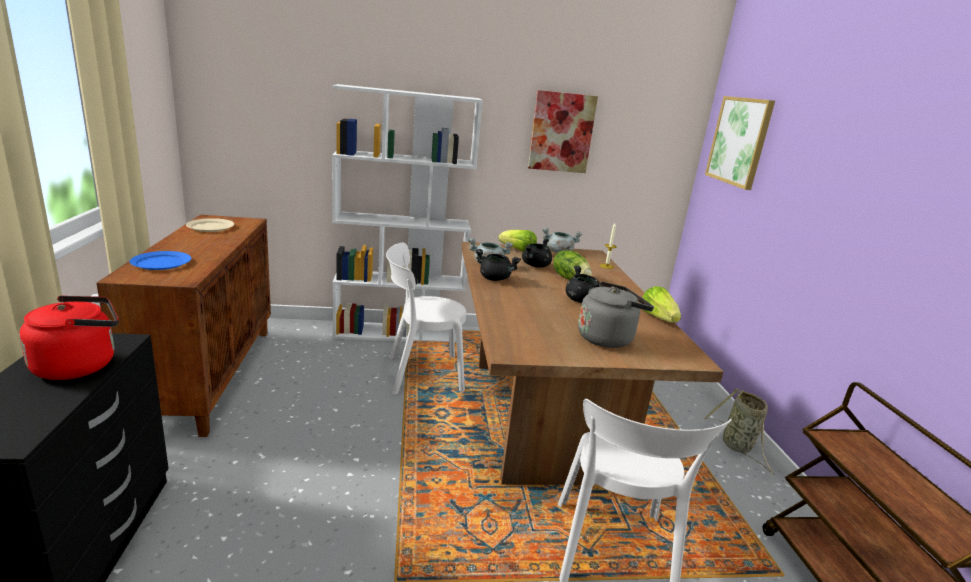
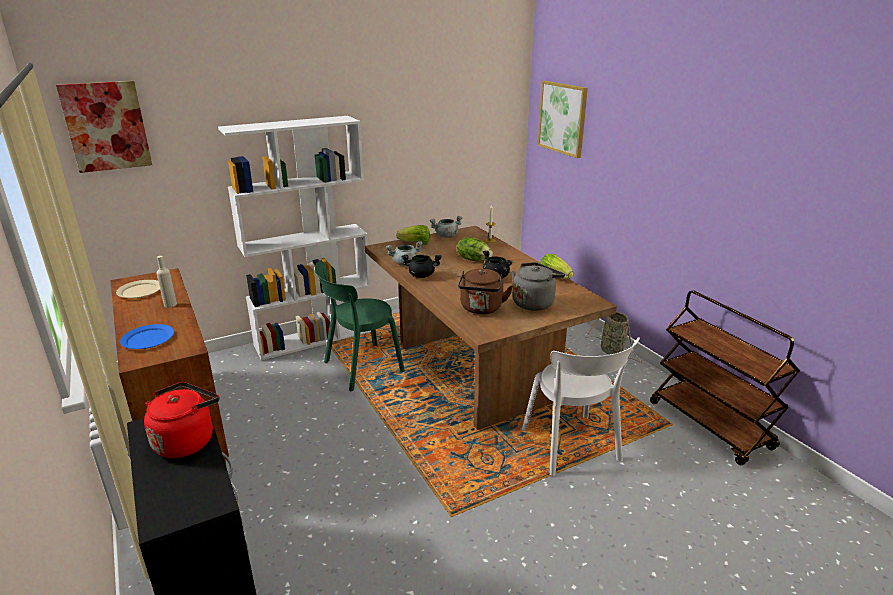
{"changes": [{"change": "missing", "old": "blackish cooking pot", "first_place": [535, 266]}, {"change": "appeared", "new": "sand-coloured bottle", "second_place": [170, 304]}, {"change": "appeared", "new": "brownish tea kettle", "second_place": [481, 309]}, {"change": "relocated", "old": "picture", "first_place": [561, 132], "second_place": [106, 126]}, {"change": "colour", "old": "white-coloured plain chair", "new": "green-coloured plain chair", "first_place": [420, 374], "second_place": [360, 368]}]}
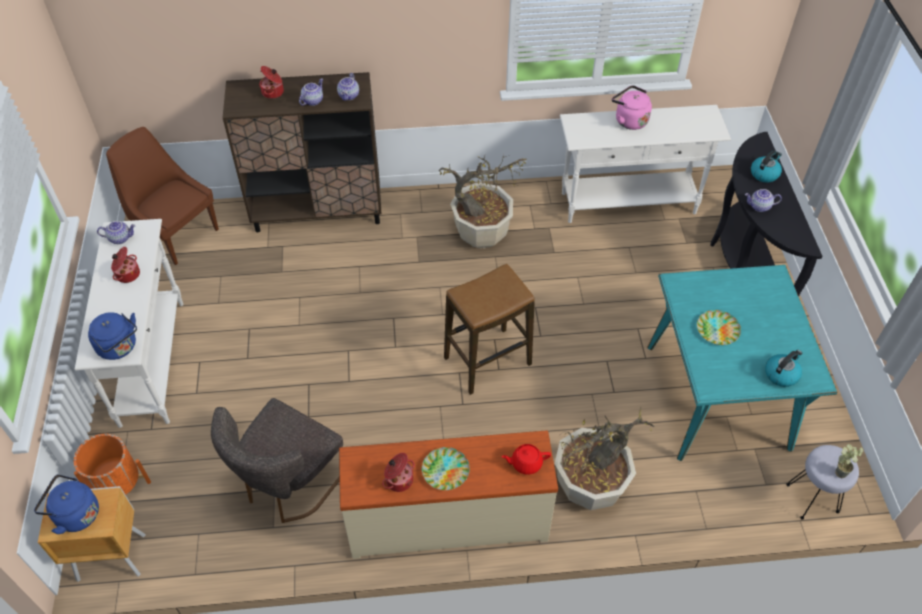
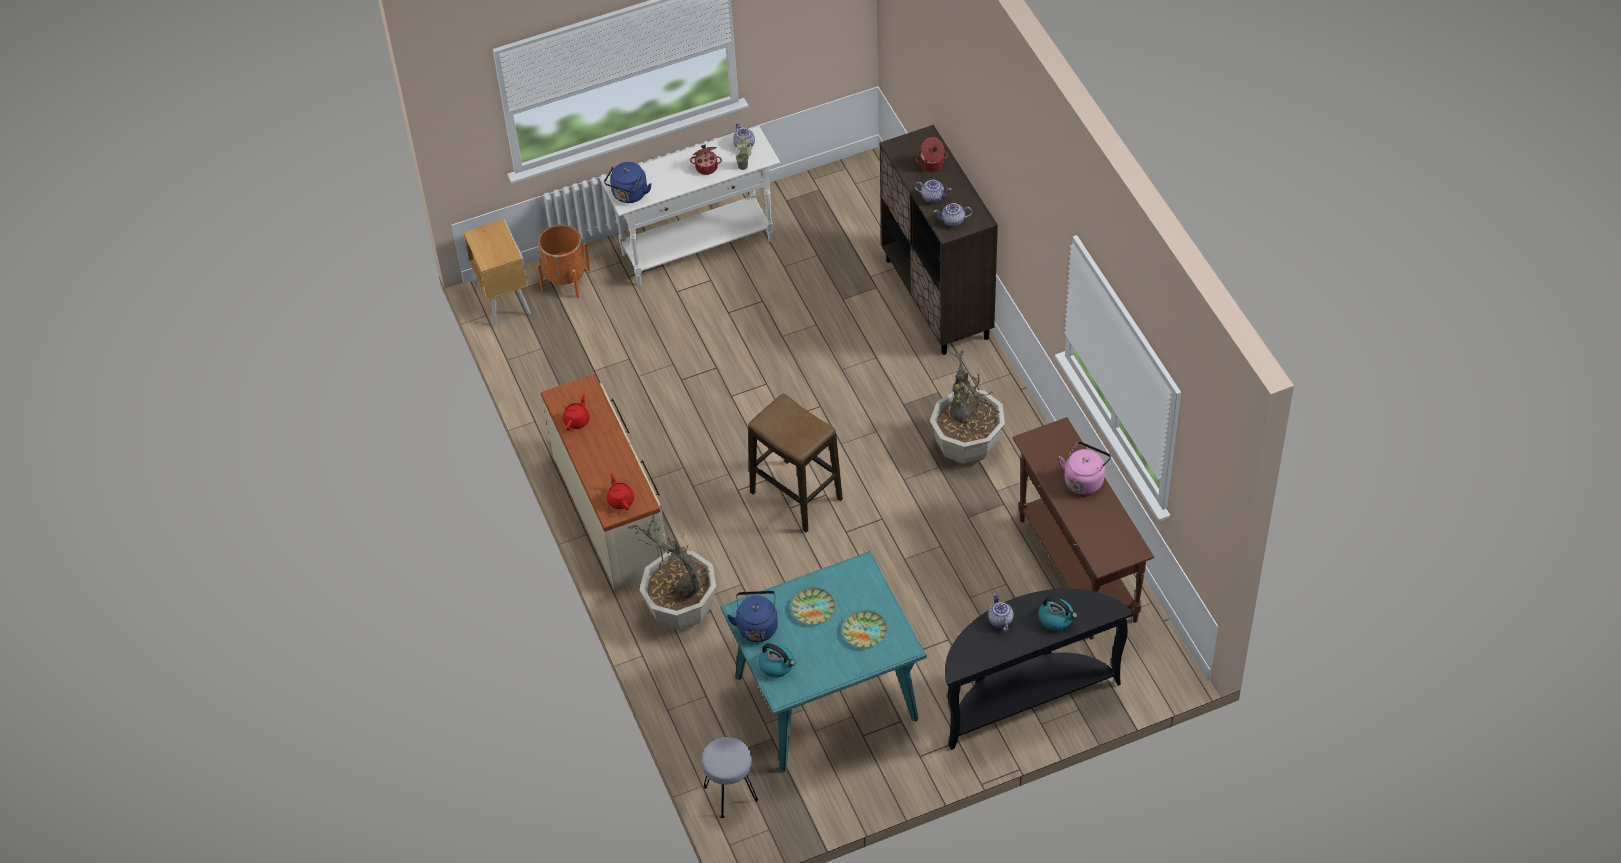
{"changes": [{"change": "missing", "old": "brownish plain chair", "first_place": [177, 234]}, {"change": "missing", "old": "gray plain chair", "first_place": [288, 485]}, {"change": "relocated", "old": "bluish tea kettle", "first_place": [75, 514], "second_place": [757, 626]}, {"change": "relocated", "old": "plate", "first_place": [445, 470], "second_place": [864, 631]}, {"change": "relocated", "old": "houseplant", "first_place": [841, 470], "second_place": [746, 167]}, {"change": "exchanged", "old": "cooking pot", "new": "red teapot", "first_place": [398, 479], "second_place": [577, 420]}, {"change": "colour", "old": "white-coloured console table", "new": "brownish console table", "first_place": [629, 203], "second_place": [1077, 571]}]}
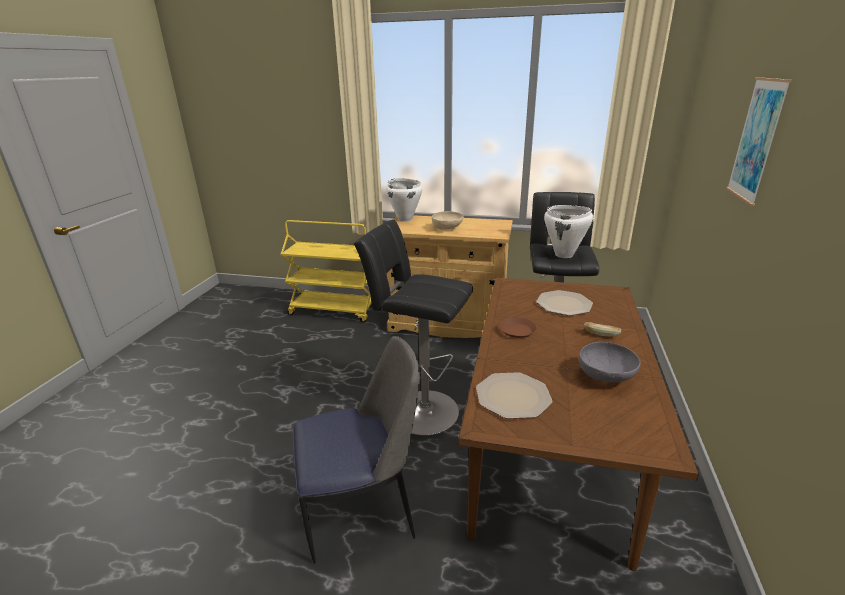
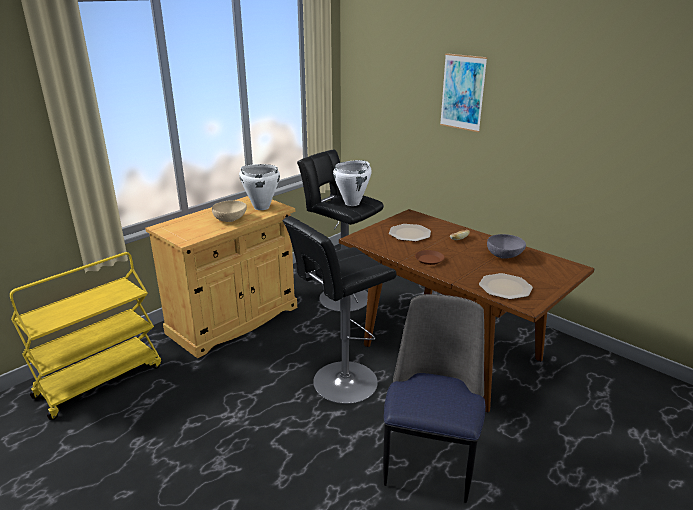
{"changes": [{"change": "relocated", "old": "white-coloured cooking pot", "first_place": [405, 219], "second_place": [261, 207]}]}
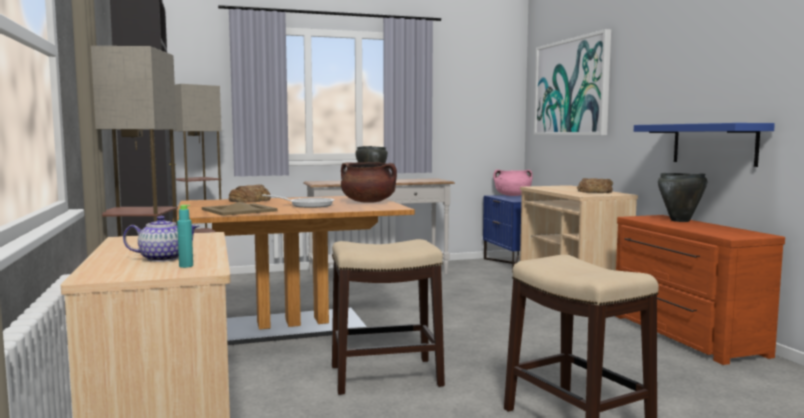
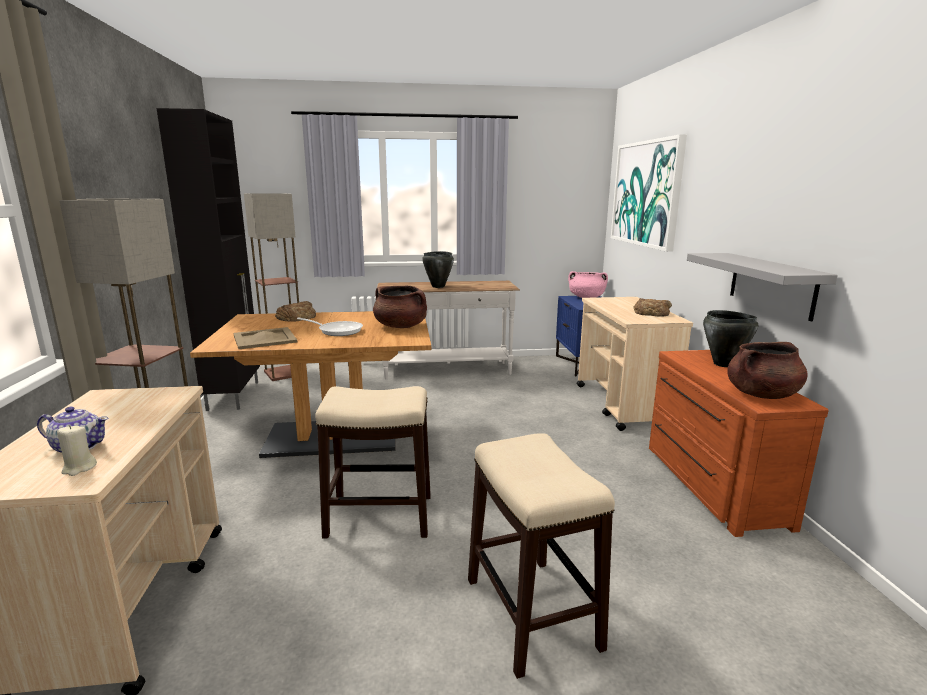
{"changes": [{"change": "appeared", "new": "brownish cooking pot", "second_place": [761, 394]}, {"change": "exchanged", "old": "turquoise bottle", "new": "sand-coloured wax candle", "first_place": [186, 266], "second_place": [79, 468]}, {"change": "colour", "old": "bluish wall shelf", "new": "gray wall shelf", "first_place": [714, 144], "second_place": [771, 284]}]}
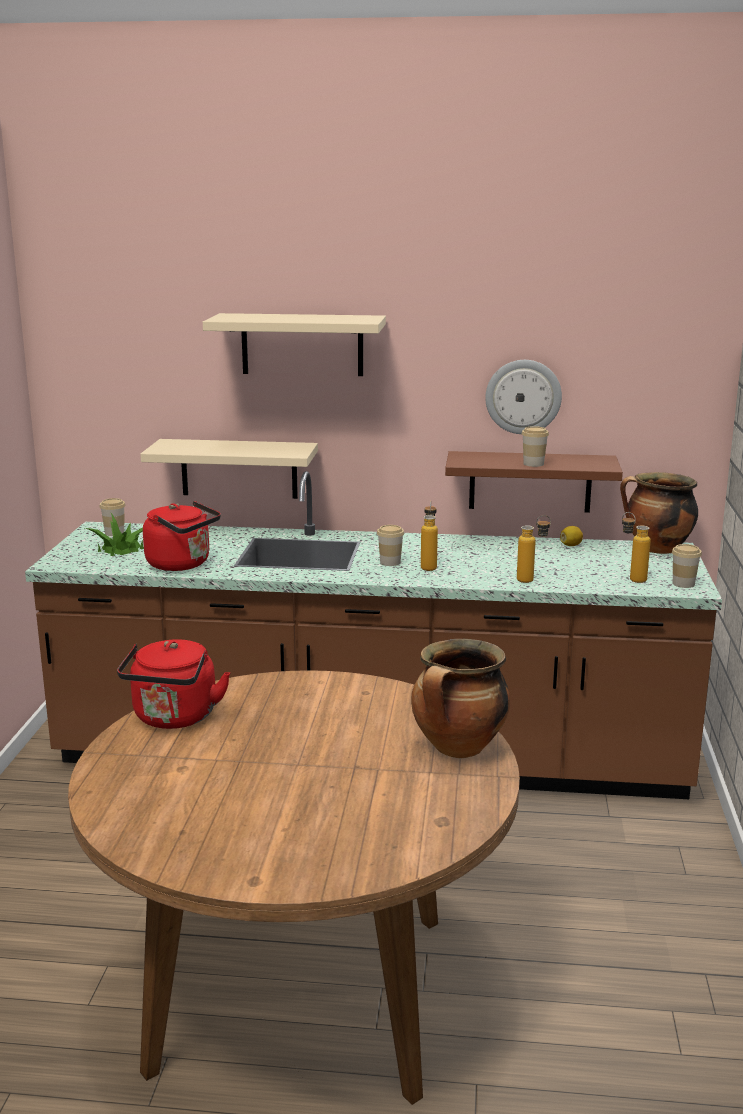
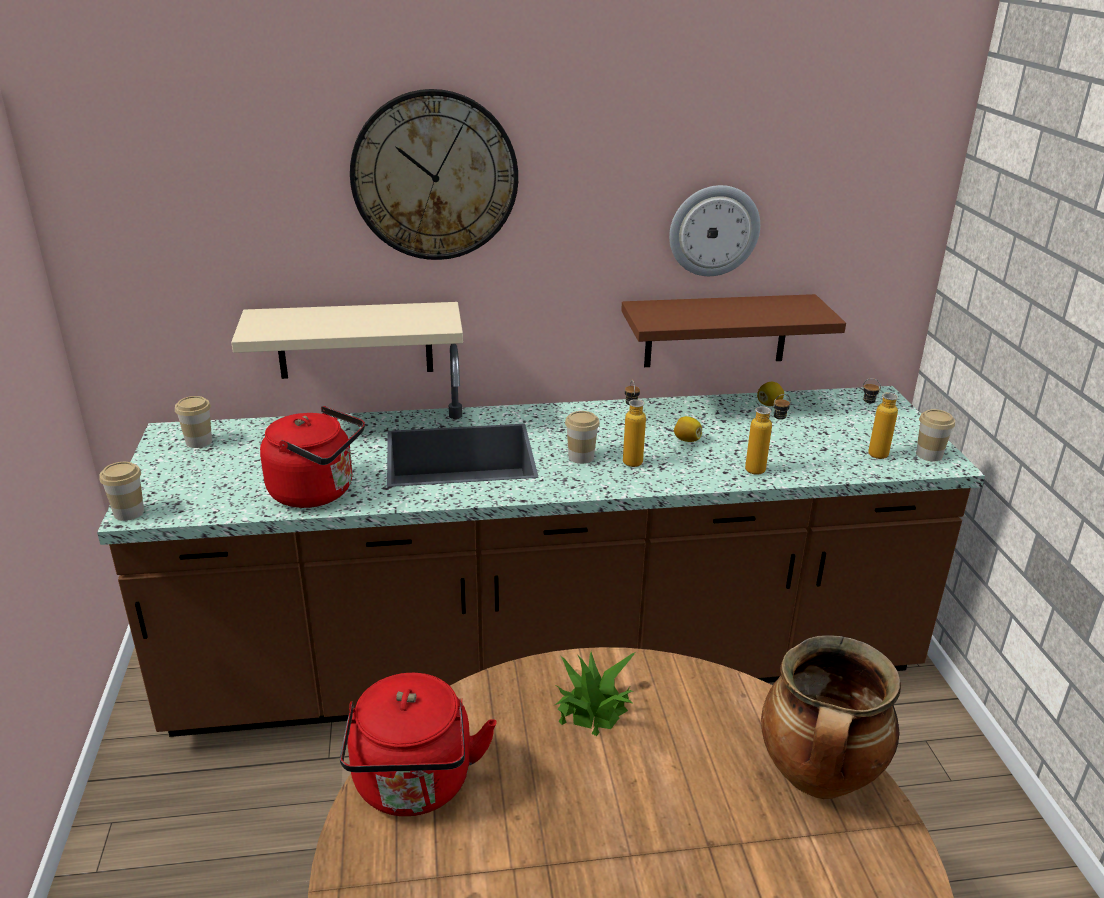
{"changes": [{"change": "missing", "old": "cooking pot", "first_place": [656, 549]}, {"change": "appeared", "new": "citrus fruit", "second_place": [687, 440]}, {"change": "relocated", "old": "houseplant", "first_place": [120, 549], "second_place": [592, 707]}, {"change": "relocated", "old": "drinking cup", "first_place": [533, 464], "second_place": [129, 512]}, {"change": "exchanged", "old": "sand-coloured wall shelf", "new": "hanging clock", "first_place": [302, 344], "second_place": [434, 176]}]}
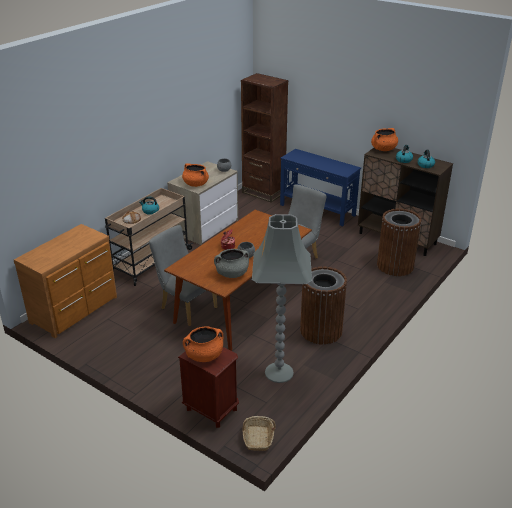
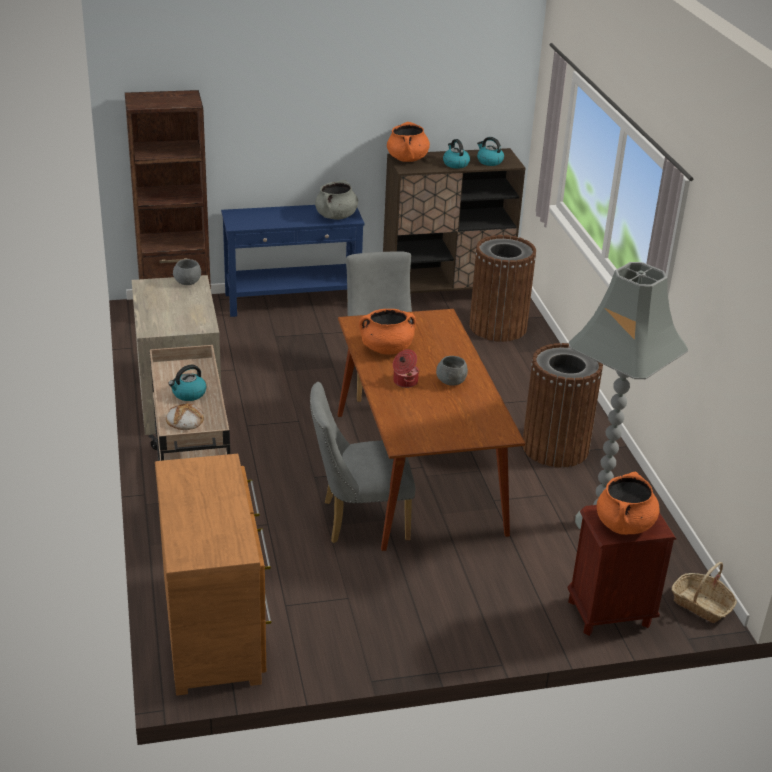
{"changes": [{"change": "relocated", "old": "orangey cooking pot", "first_place": [195, 184], "second_place": [386, 349]}, {"change": "relocated", "old": "gray cooking pot", "first_place": [232, 274], "second_place": [336, 216]}]}
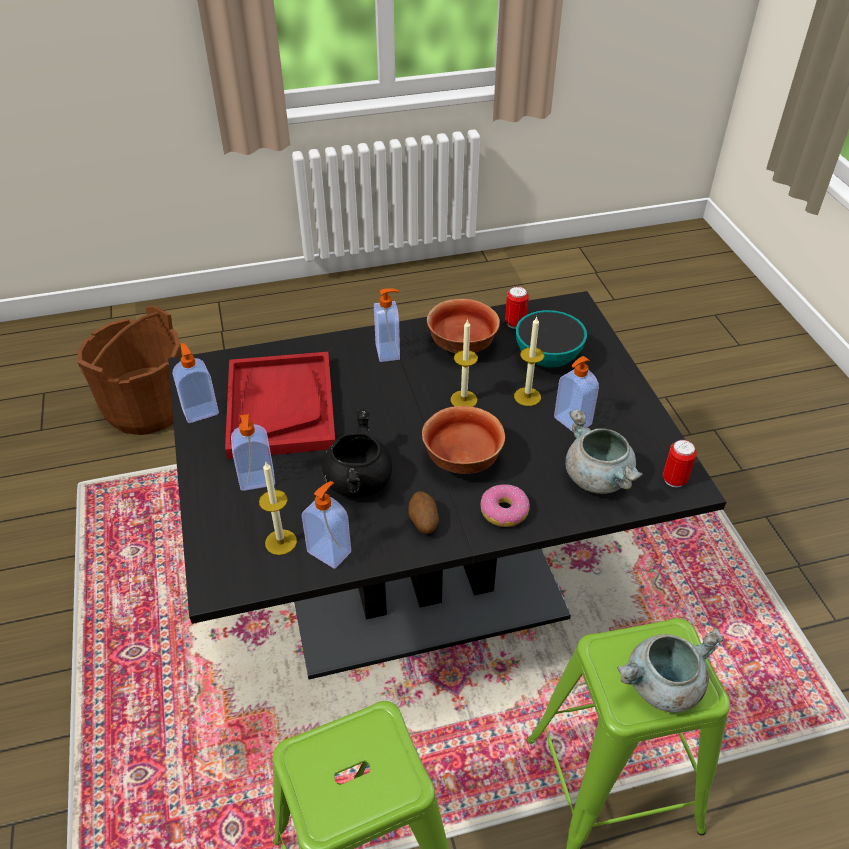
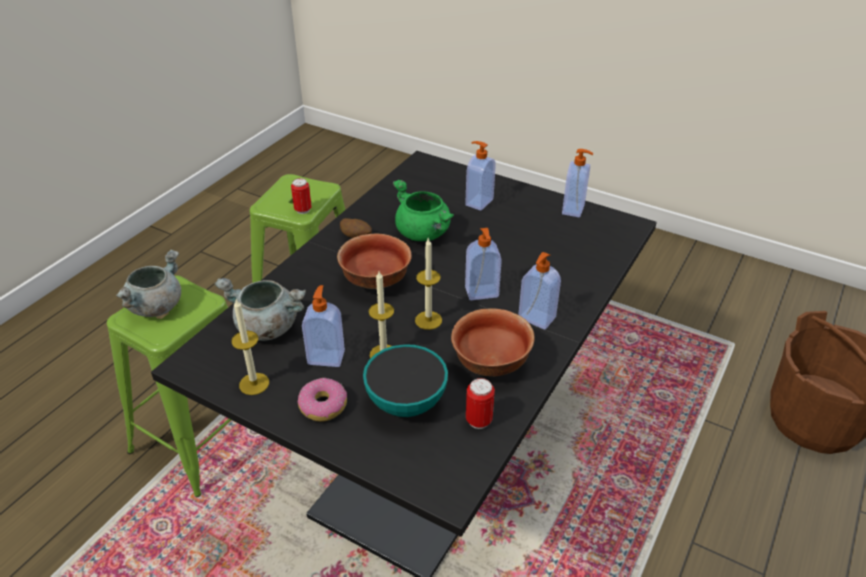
{"changes": [{"change": "missing", "old": "red carrying tray", "first_place": [280, 407]}, {"change": "relocated", "old": "wax candle", "first_place": [281, 542], "second_place": [254, 384]}, {"change": "relocated", "old": "liquid soap bottle", "first_place": [330, 551], "second_place": [482, 293]}, {"change": "relocated", "old": "ring doughnut", "first_place": [504, 511], "second_place": [323, 405]}, {"change": "relocated", "old": "sealed can", "first_place": [674, 480], "second_place": [303, 210]}, {"change": "colour", "old": "blackish cooking pot", "new": "green-coloured cooking pot", "first_place": [357, 480], "second_place": [424, 233]}]}
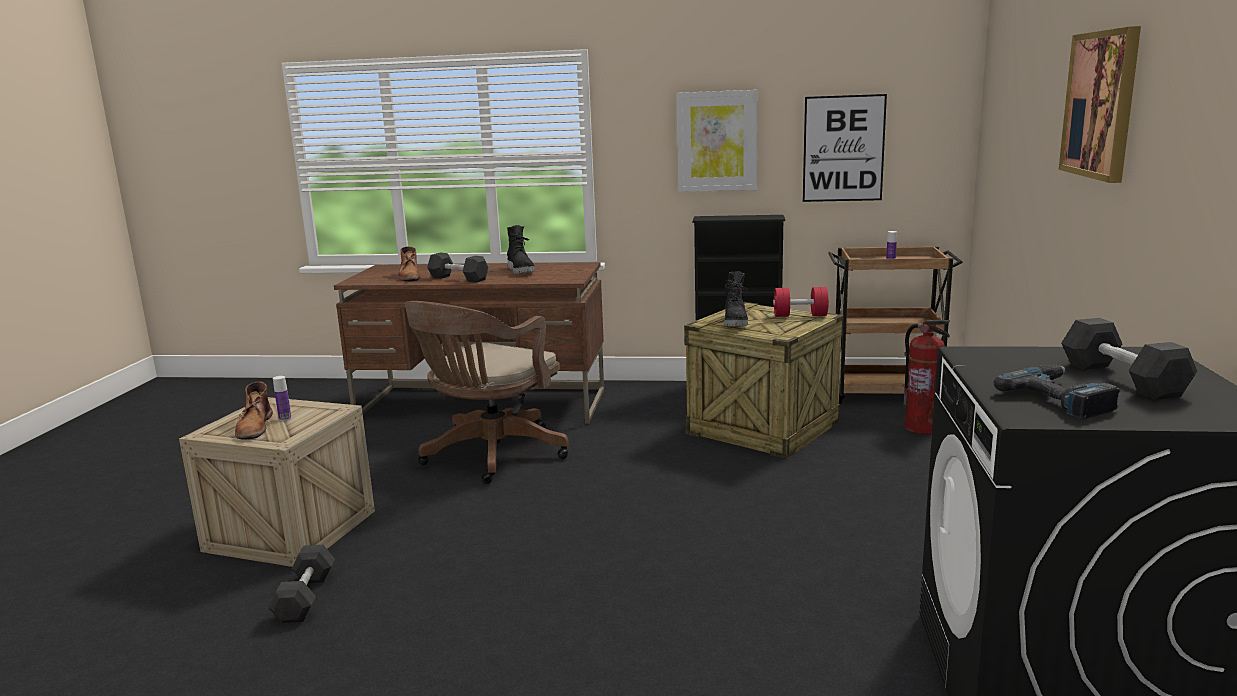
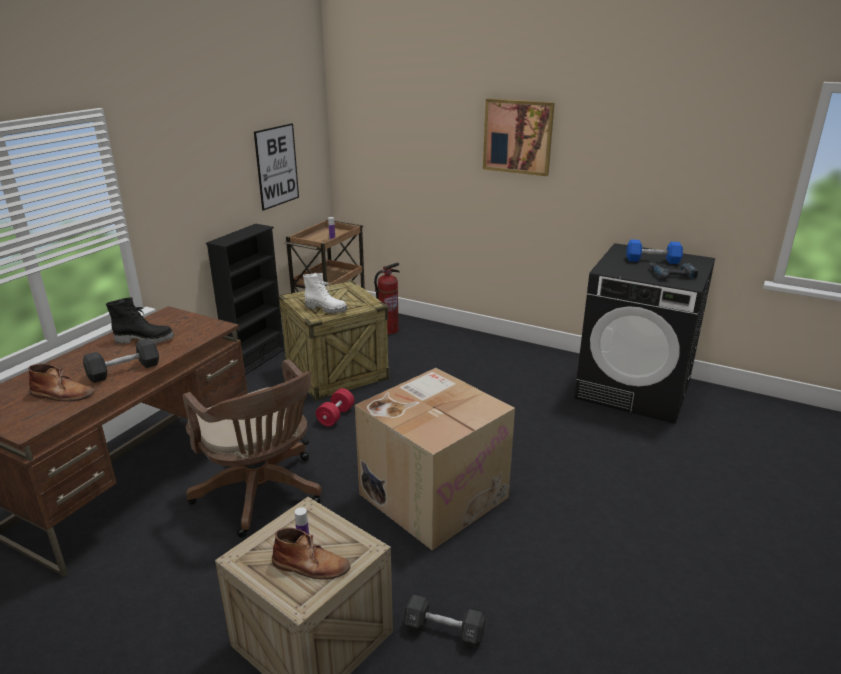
{"changes": [{"change": "missing", "old": "picture", "first_place": [717, 141]}, {"change": "appeared", "new": "packing box", "second_place": [433, 494]}, {"change": "relocated", "old": "red hand weight", "first_place": [800, 315], "second_place": [336, 416]}, {"change": "colour", "old": "blackish boot", "new": "white-coloured boot", "first_place": [736, 322], "second_place": [326, 309]}, {"change": "colour", "old": "blackish hand weight", "new": "bluish hand weight", "first_place": [1122, 379], "second_place": [652, 260]}]}
